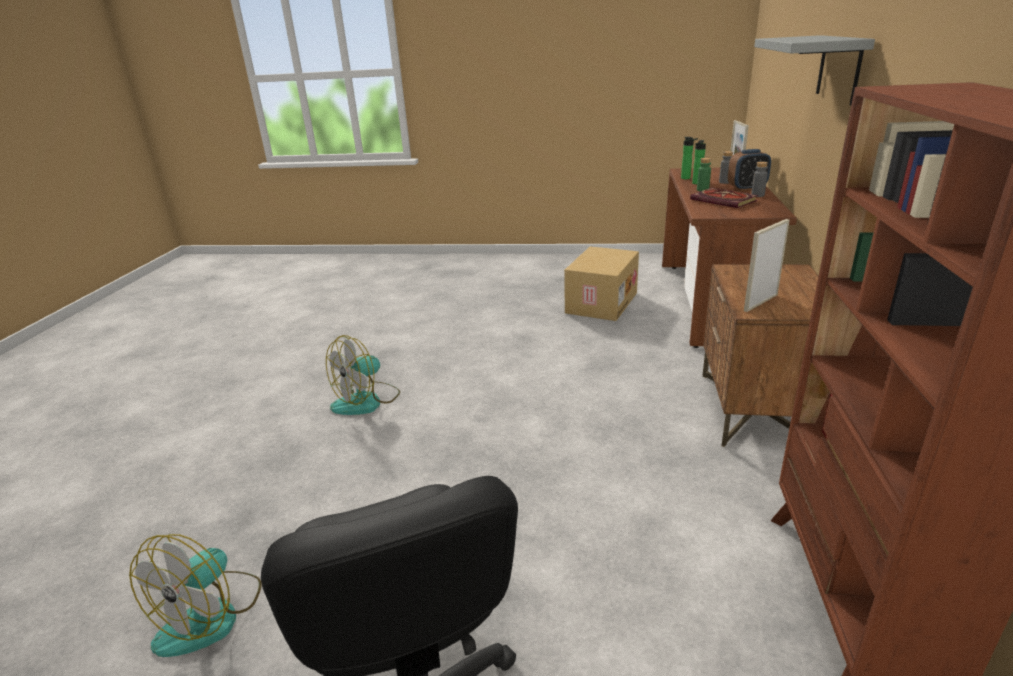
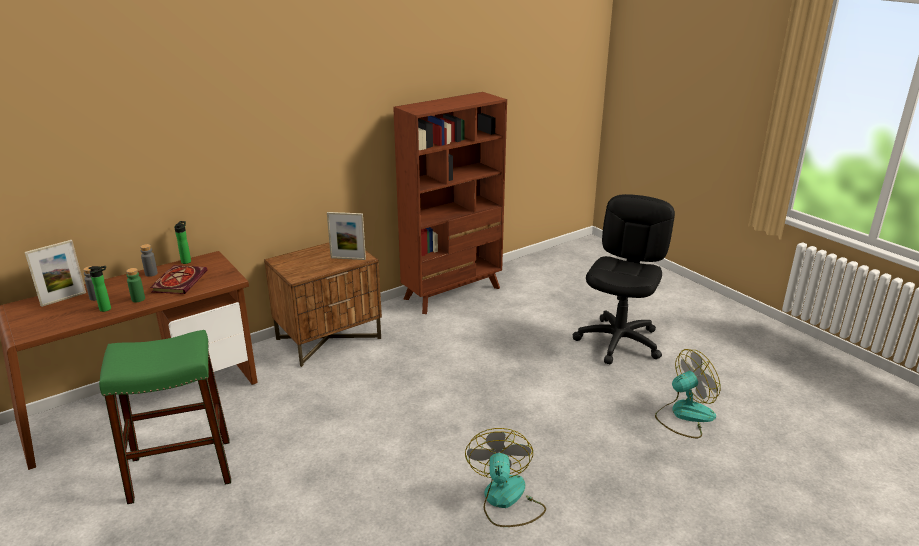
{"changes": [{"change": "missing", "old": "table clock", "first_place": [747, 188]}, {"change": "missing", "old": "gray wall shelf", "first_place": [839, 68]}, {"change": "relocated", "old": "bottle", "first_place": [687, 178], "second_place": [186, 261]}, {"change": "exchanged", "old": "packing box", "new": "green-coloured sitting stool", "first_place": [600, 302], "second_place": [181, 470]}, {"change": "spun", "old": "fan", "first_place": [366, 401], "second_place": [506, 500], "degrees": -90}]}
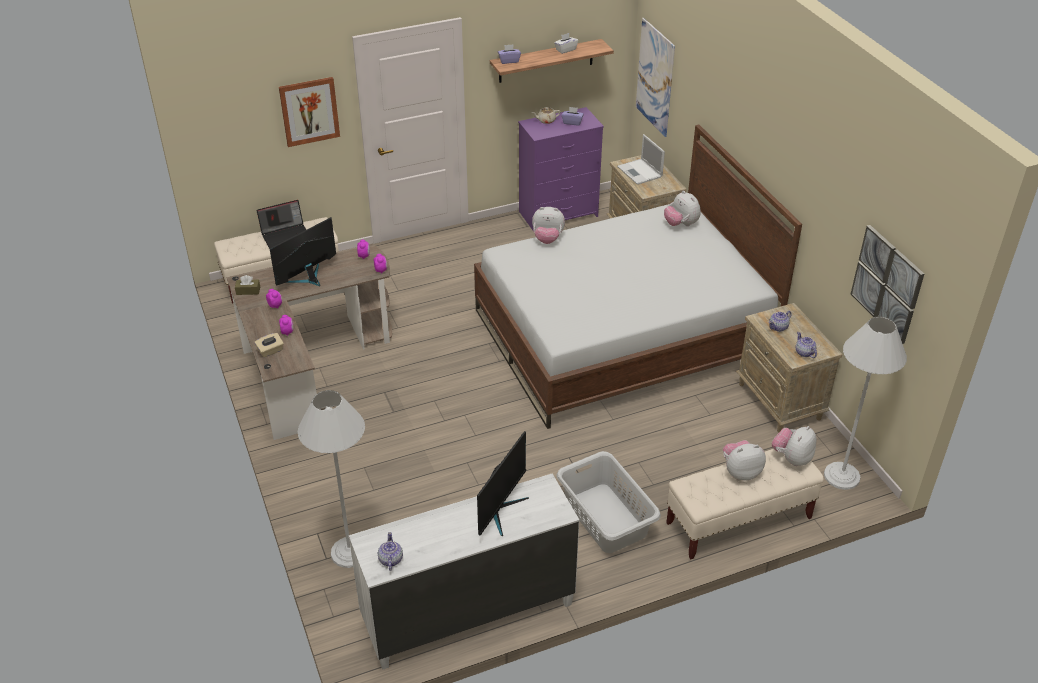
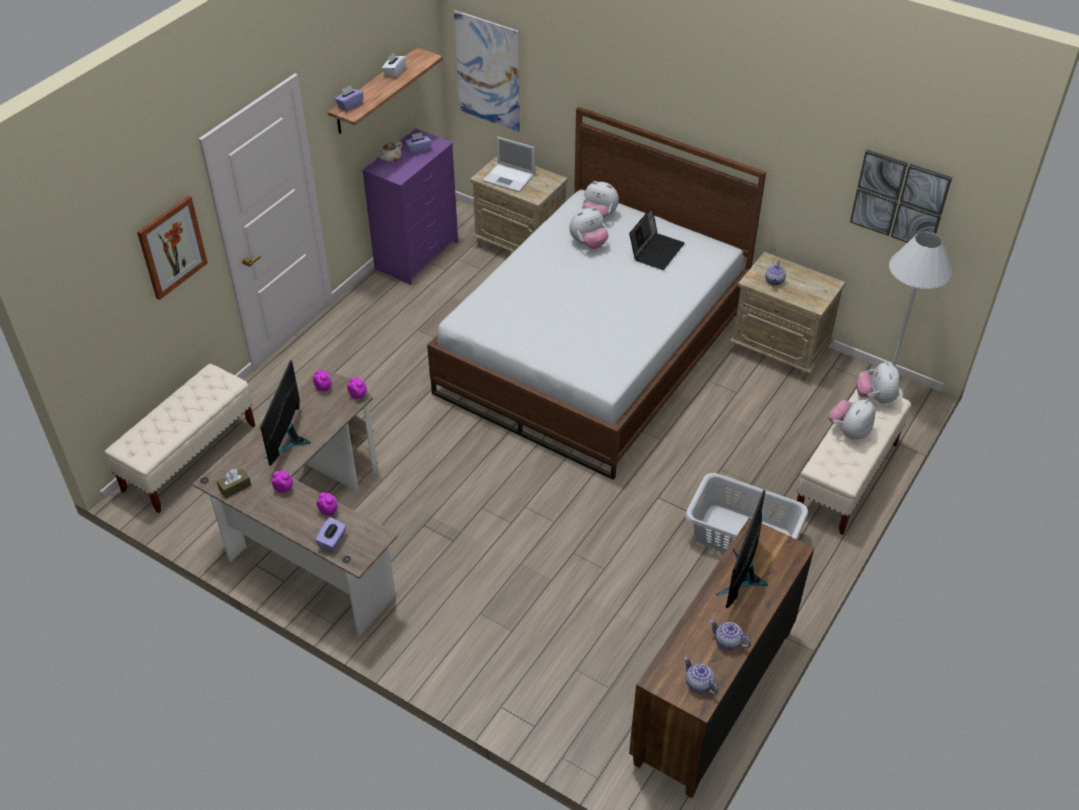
{"changes": [{"change": "missing", "old": "white-coloured floor lamp", "first_place": [349, 552]}, {"change": "relocated", "old": "notebook computer", "first_place": [286, 235], "second_place": [656, 250]}, {"change": "relocated", "old": "plush toy", "first_place": [547, 239], "second_place": [588, 243]}, {"change": "relocated", "old": "teapot", "first_place": [804, 353], "second_place": [728, 642]}, {"change": "colour", "old": "sand-coloured tissue holder", "new": "purple-coloured tissue holder", "first_place": [270, 351], "second_place": [332, 541]}, {"change": "colour", "old": "white-coloured dresser", "new": "brownish dresser", "first_place": [467, 613], "second_place": [712, 696]}, {"change": "spun", "old": "computer screen", "first_place": [500, 510], "second_place": [742, 578], "degrees": -150}]}
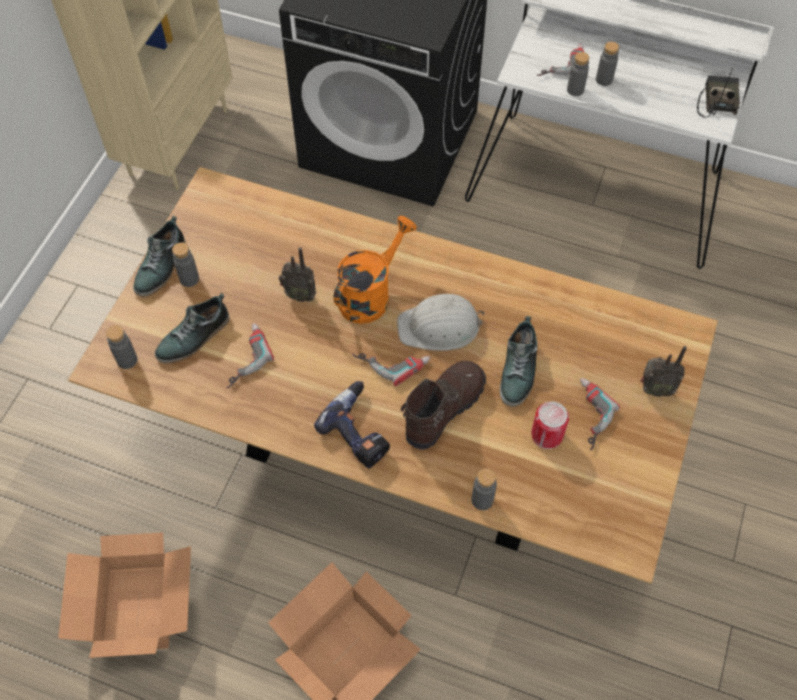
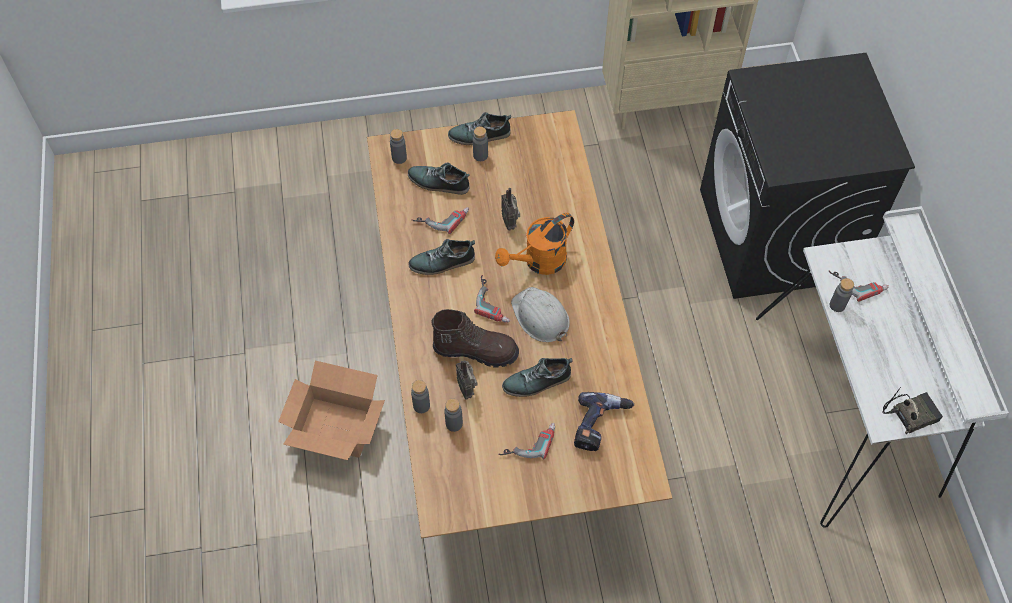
{"changes": [{"change": "missing", "old": "packing box", "first_place": [137, 609]}, {"change": "missing", "old": "sealed can", "first_place": [547, 435]}, {"change": "appeared", "new": "item of footwear", "second_place": [442, 262]}, {"change": "relocated", "old": "electric drill", "first_place": [360, 430], "second_place": [600, 425]}, {"change": "relocated", "old": "gray bottle", "first_place": [604, 80], "second_place": [454, 424]}, {"change": "relocated", "old": "radio set", "first_place": [654, 389], "second_place": [467, 389]}, {"change": "spun", "old": "orangey watering pot", "first_place": [370, 294], "second_place": [539, 262], "degrees": 135}]}
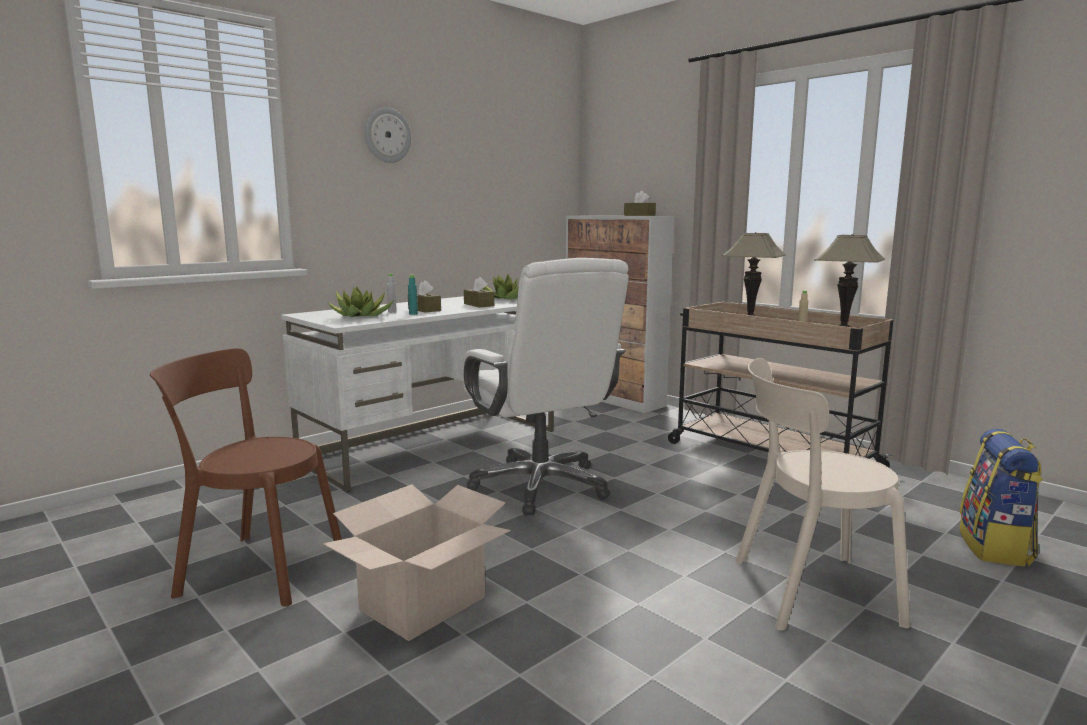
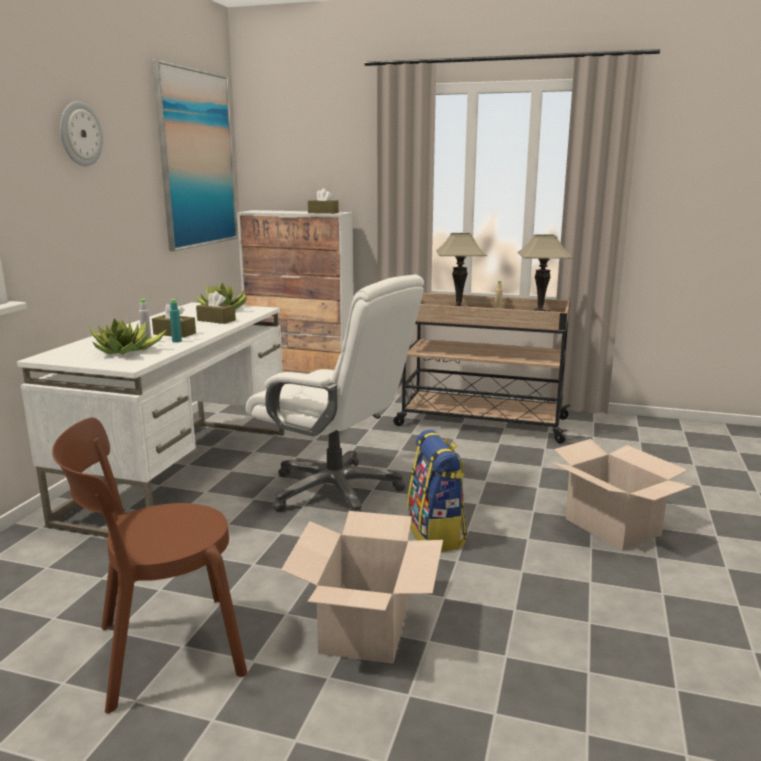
{"changes": [{"change": "appeared", "new": "picture", "second_place": [197, 159]}, {"change": "relocated", "old": "rucksack", "first_place": [995, 547], "second_place": [437, 534]}, {"change": "exchanged", "old": "sand-coloured plain chair", "new": "packing box", "first_place": [806, 591], "second_place": [611, 526]}]}
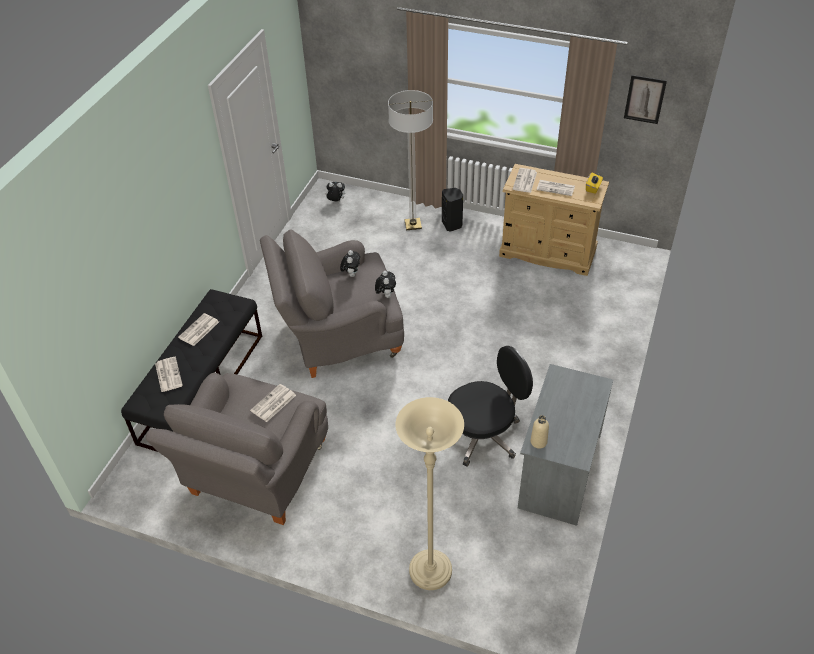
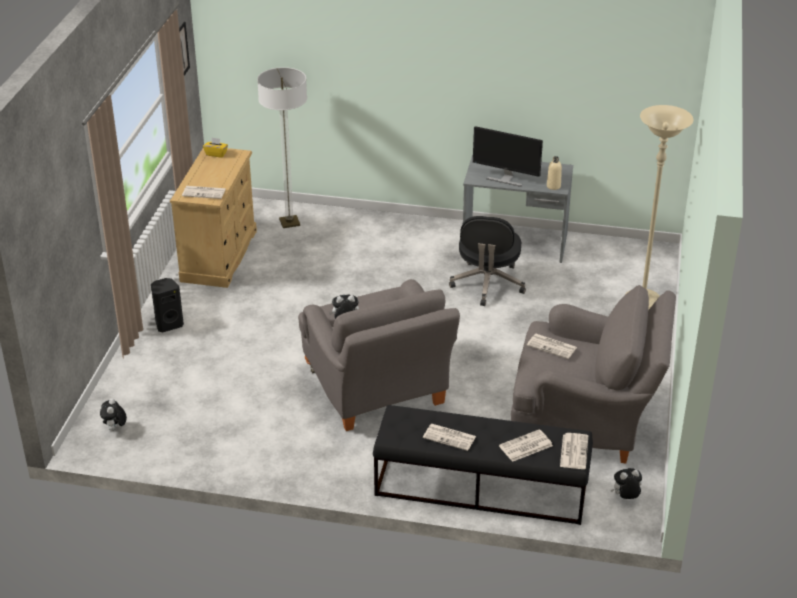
{"changes": [{"change": "appeared", "new": "computer screen", "second_place": [506, 179]}, {"change": "relocated", "old": "plush toy", "first_place": [386, 295], "second_place": [625, 498]}, {"change": "relocated", "old": "floor lamp", "first_place": [413, 225], "second_place": [289, 222]}, {"change": "relocated", "old": "newspaper", "first_place": [556, 188], "second_place": [573, 451]}, {"change": "spun", "old": "blackish desk chair", "first_place": [483, 434], "second_place": [487, 284], "degrees": -135}]}
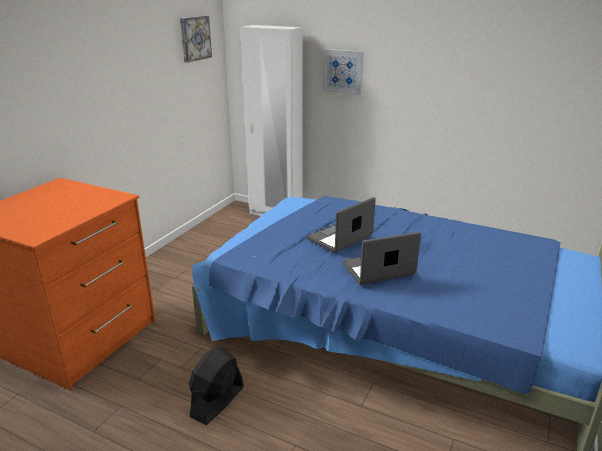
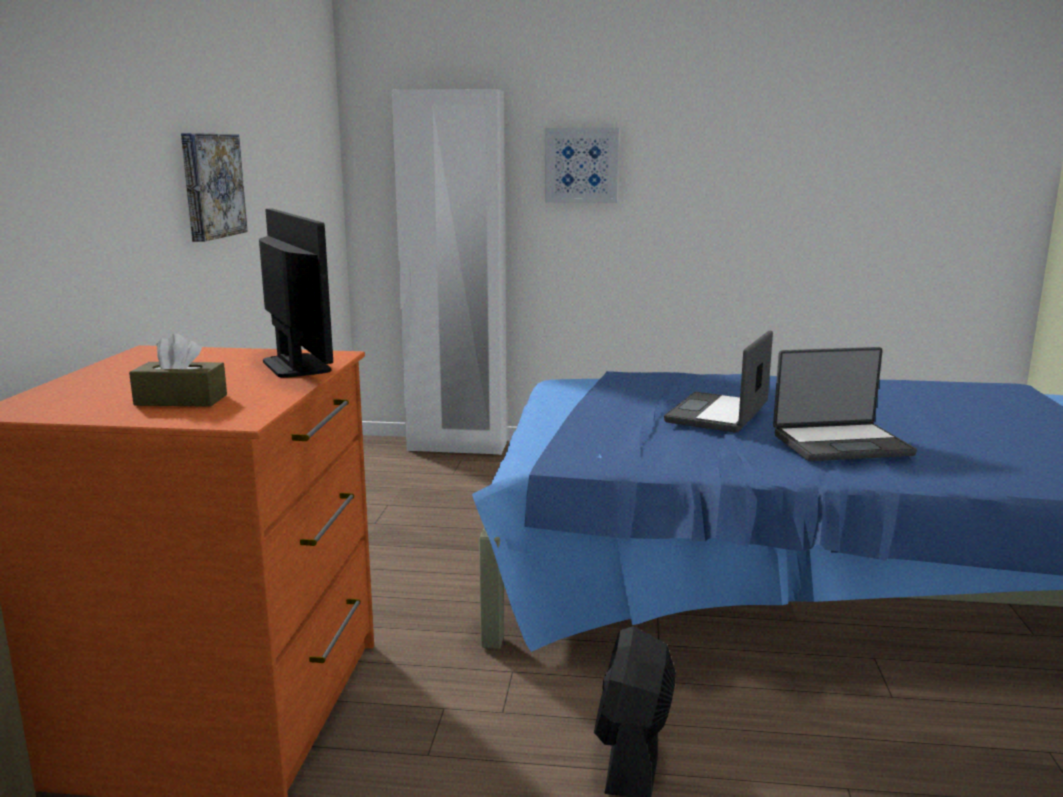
{"changes": [{"change": "appeared", "new": "brownish tissue holder", "second_place": [181, 400]}, {"change": "appeared", "new": "computer screen", "second_place": [296, 366]}, {"change": "relocated", "old": "picture", "first_place": [194, 38], "second_place": [210, 185]}, {"change": "spun", "old": "notebook computer", "first_place": [378, 270], "second_place": [840, 444], "degrees": -150}]}
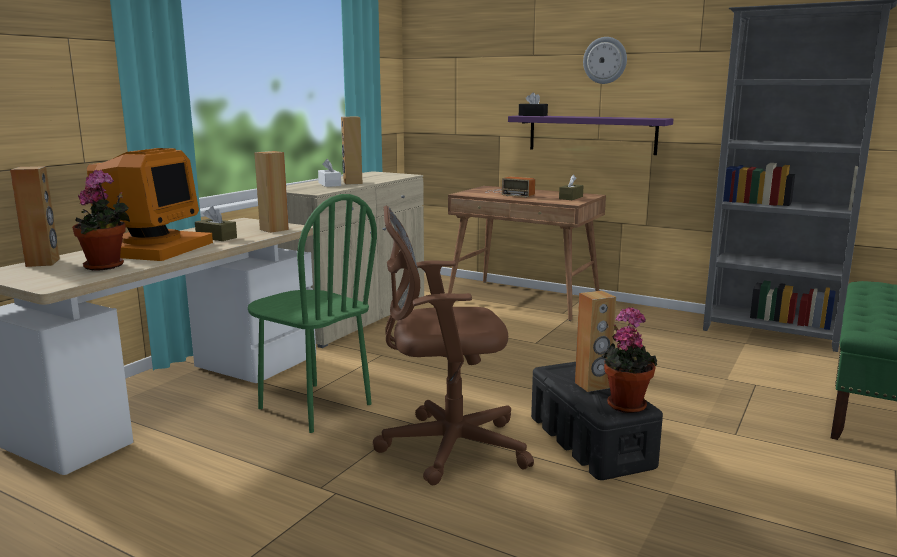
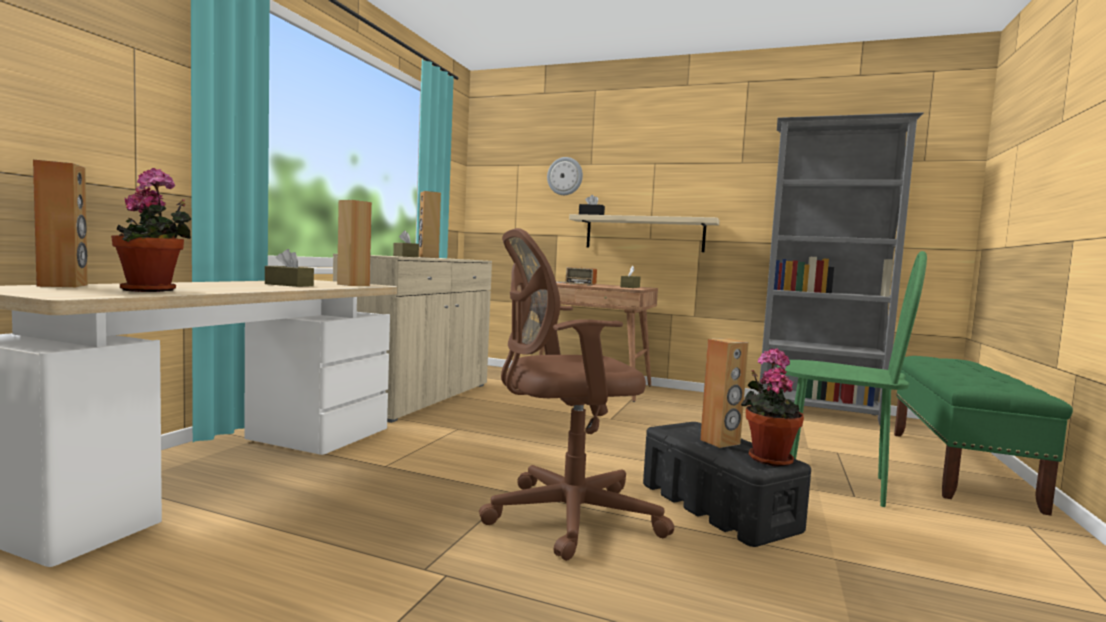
{"changes": [{"change": "missing", "old": "computer screen", "first_place": [150, 248]}, {"change": "relocated", "old": "green-coloured plain chair", "first_place": [314, 406], "second_place": [834, 481]}, {"change": "relocated", "old": "hanging clock", "first_place": [605, 60], "second_place": [565, 176]}, {"change": "colour", "old": "white-coloured tissue holder", "new": "brownish tissue holder", "first_place": [329, 184], "second_place": [405, 256]}, {"change": "colour", "old": "purple-coloured wall shelf", "new": "sand-coloured wall shelf", "first_place": [591, 134], "second_place": [644, 234]}]}
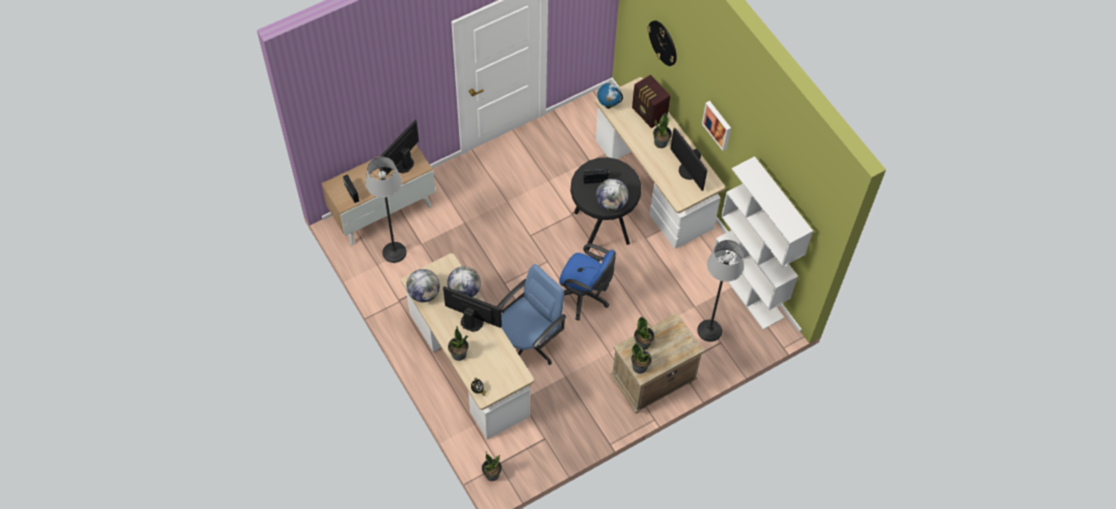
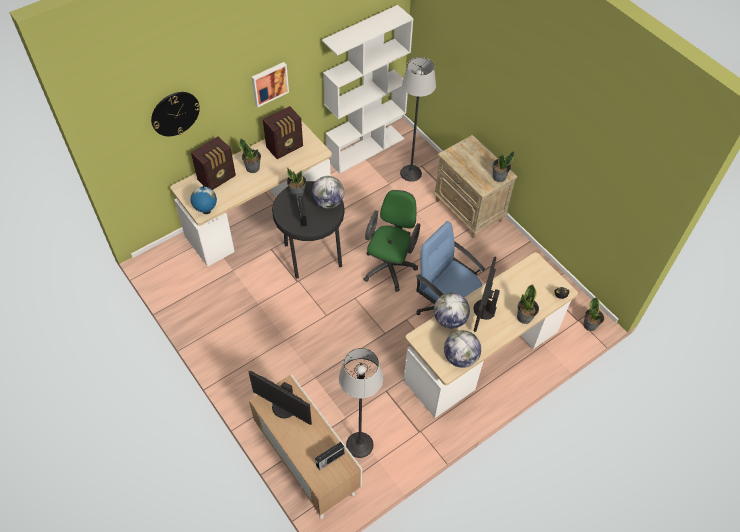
{"changes": [{"change": "relocated", "old": "houseplant", "first_place": [643, 343], "second_place": [297, 192]}, {"change": "exchanged", "old": "computer screen", "new": "radio set", "first_place": [688, 171], "second_place": [285, 147]}, {"change": "colour", "old": "bluish desk chair", "new": "green-coloured desk chair", "first_place": [584, 296], "second_place": [390, 265]}]}
